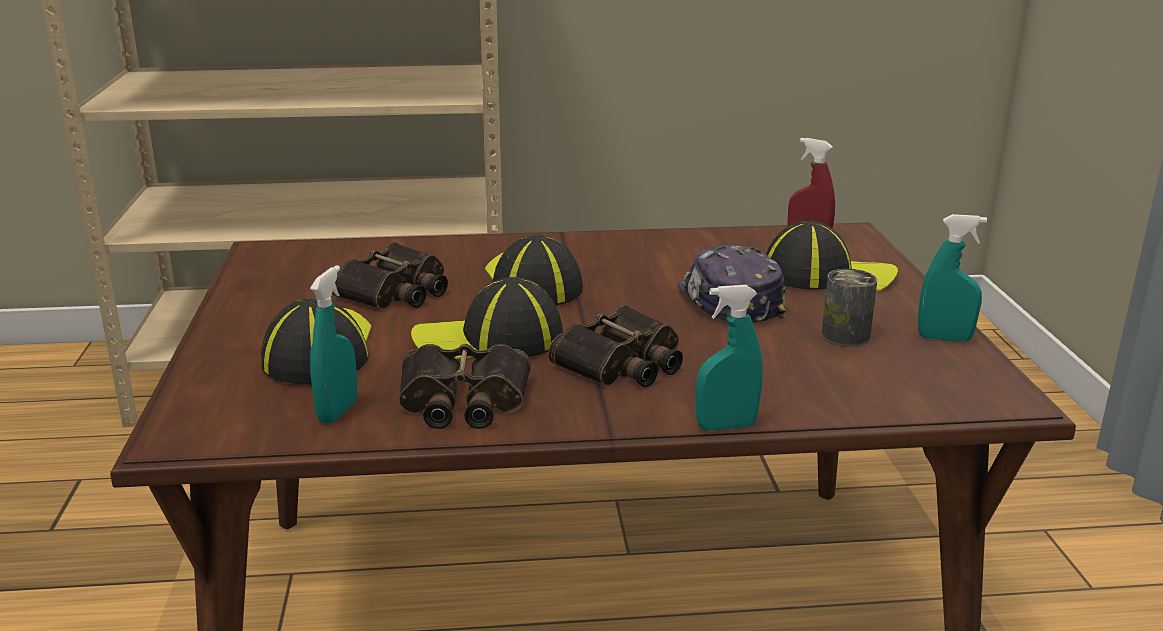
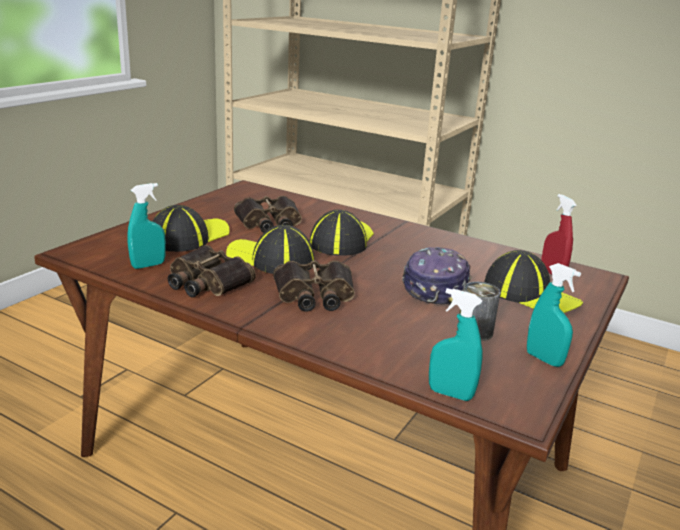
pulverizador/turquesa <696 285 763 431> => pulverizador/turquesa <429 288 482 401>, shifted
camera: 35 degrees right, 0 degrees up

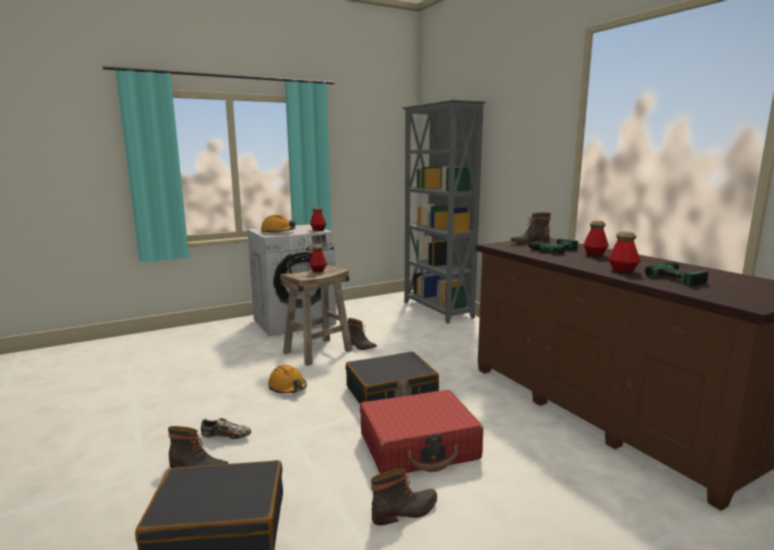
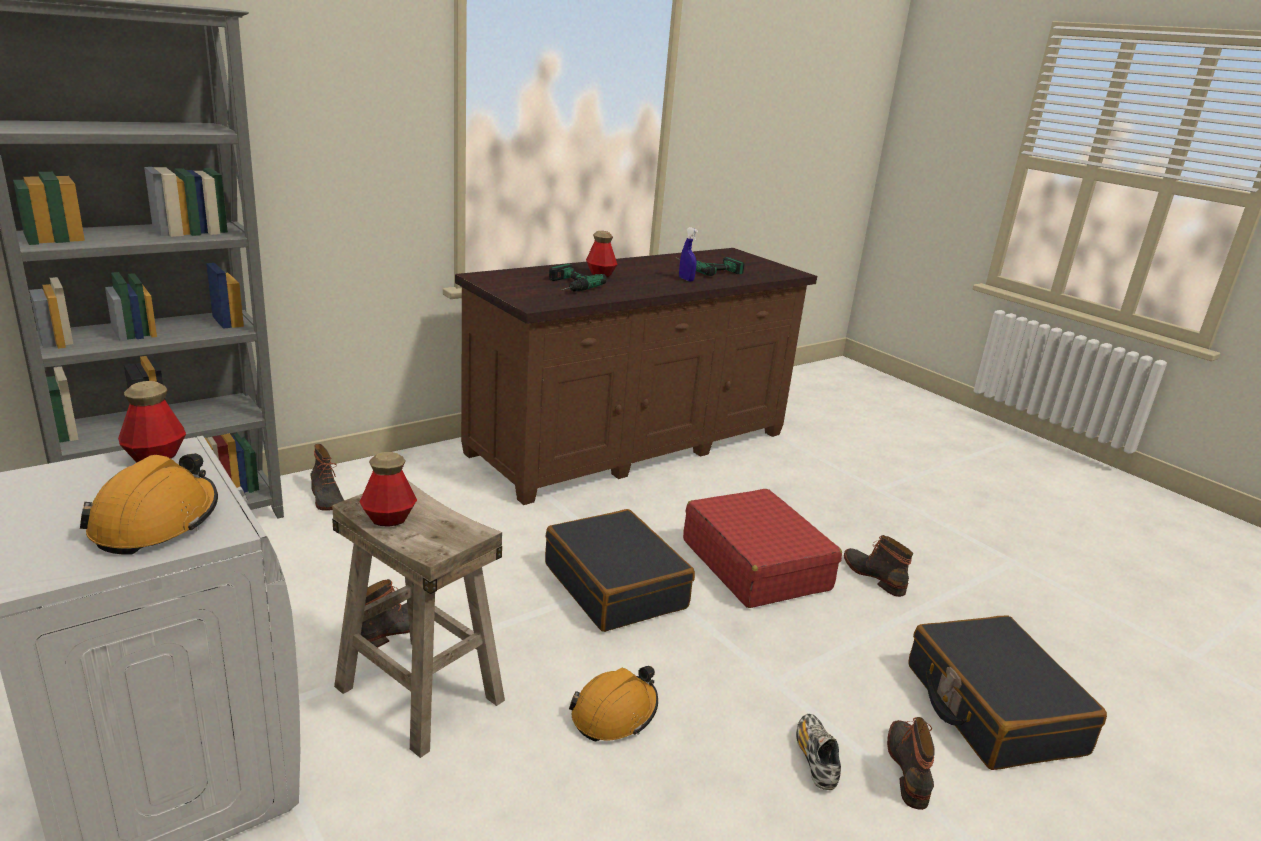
bota <511 213 551 244> => bota <310 444 344 510>, shifted
botella <608 231 640 273> => pulverizador/azul <679 227 698 281>
camera: 100 degrees left, 10 degrees up

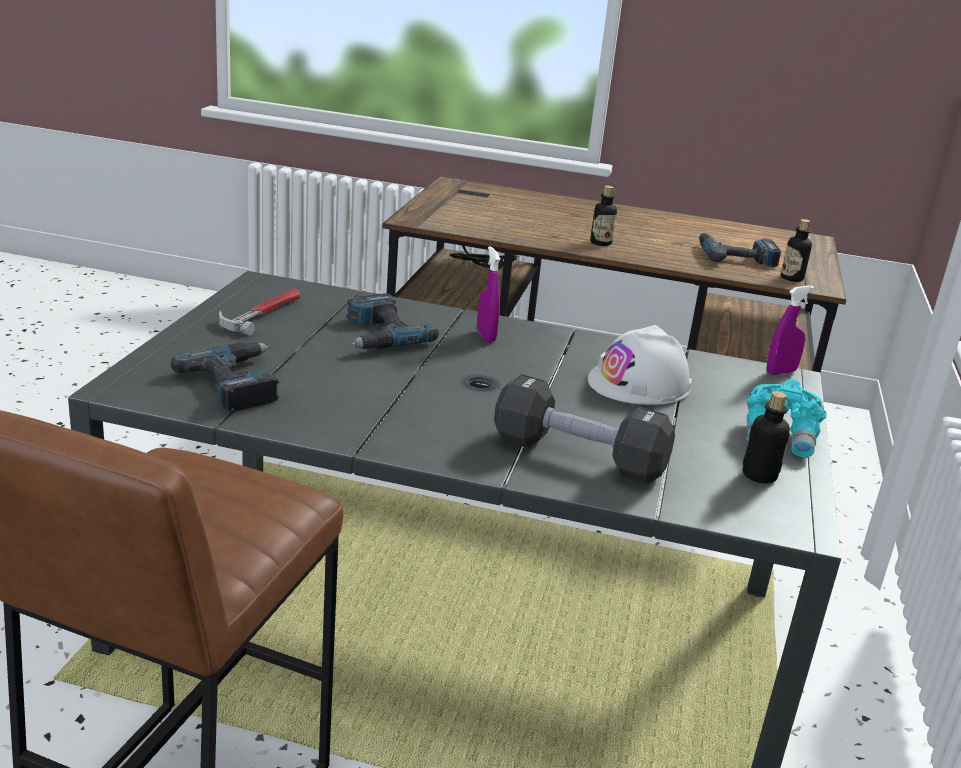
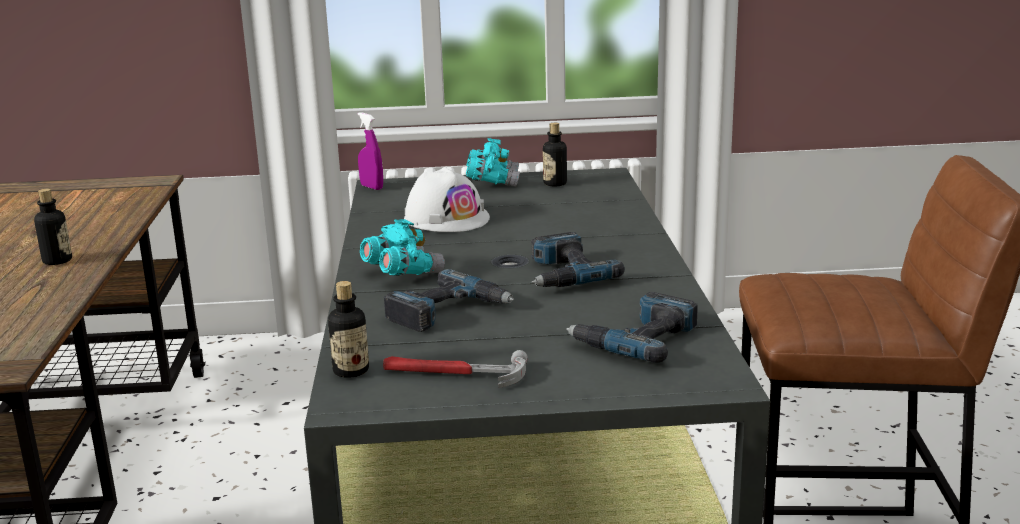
botella <781 219 812 282> => botella <328 281 369 378>, shifted
taladro <699 233 781 267> => taladro <531 232 625 287>, shifted
pulverizador/morado <477 246 501 342> => prismáticos/turquesa <360 219 445 276>
mancuerna/negro <494 374 675 484> => nothing
camera: 105 degrees left, 5 degrees down

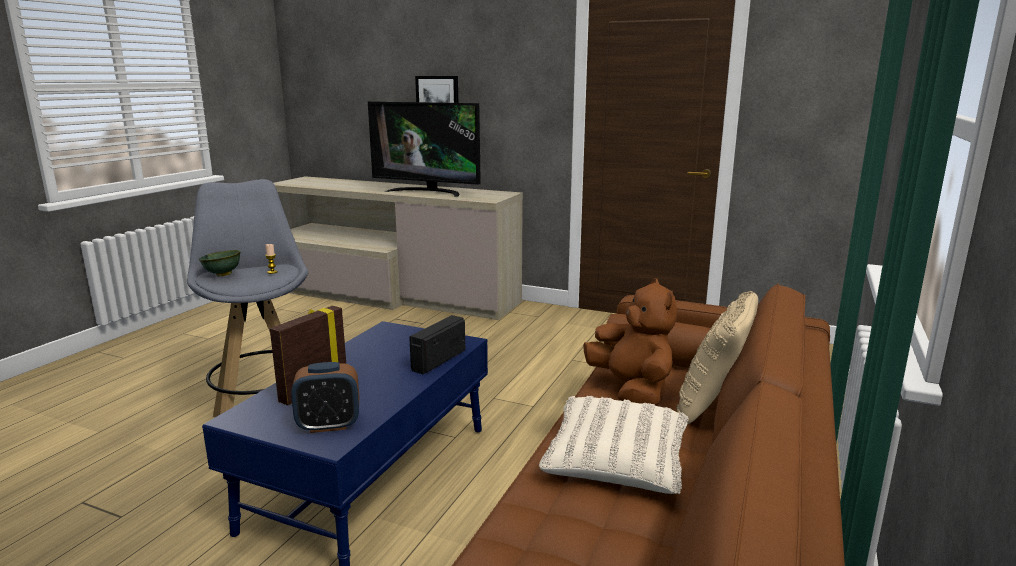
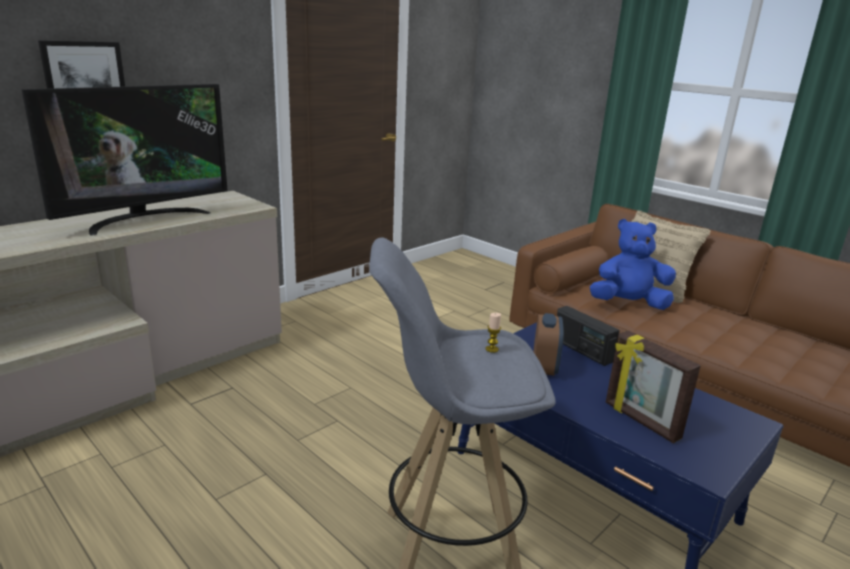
cuenco/verde <199 250 241 276> => nothing
peluche/marrón <583 278 677 406> => peluche/azul <590 219 676 310>
despertador <291 362 359 433> => despertador <534 313 564 376>, shifted
cojín/beis <539 396 689 494> => nothing
camera: 70 degrees left, 5 degrees up

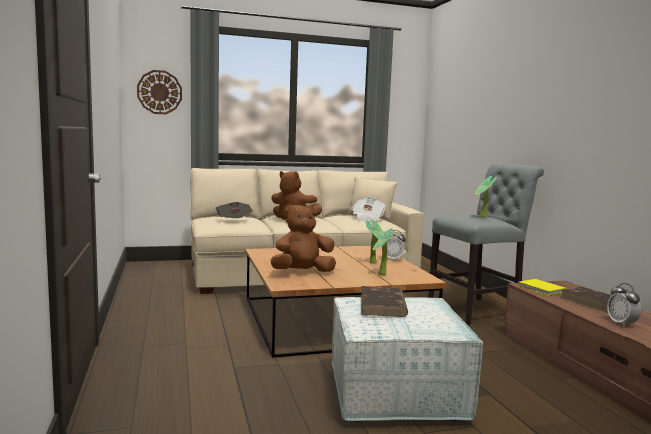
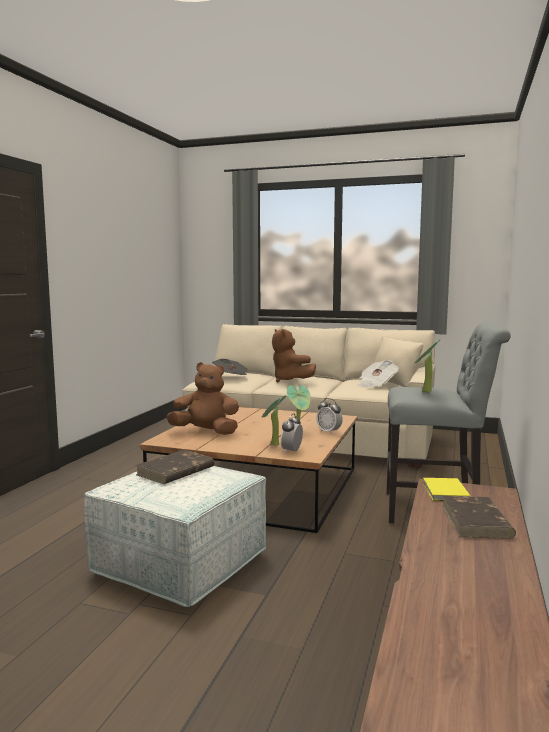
reloj de pared <137 70 182 114> => nothing
despertador <607 283 642 327> => despertador <281 413 303 453>, shifted
camera: 35 degrees right, 0 degrees up

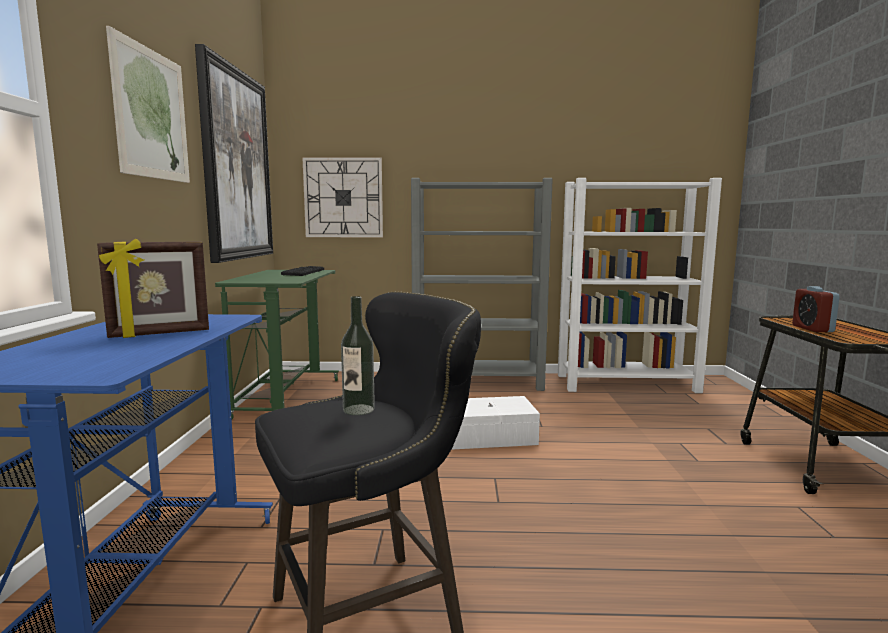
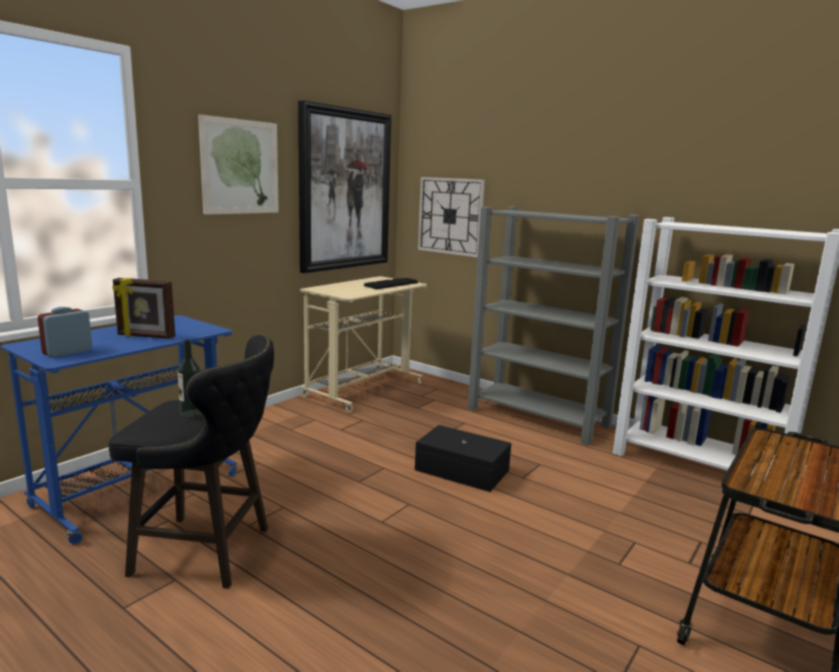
escritorio/verde <215 270 339 419> => escritorio/beis <300 276 427 413>
despertador <792 286 840 332> => despertador <38 307 92 357>, shifted
caja de almacenaje/blanco <452 396 540 450> => caja de almacenaje/negro <415 425 511 492>
camera: 35 degrees right, 5 degrees up

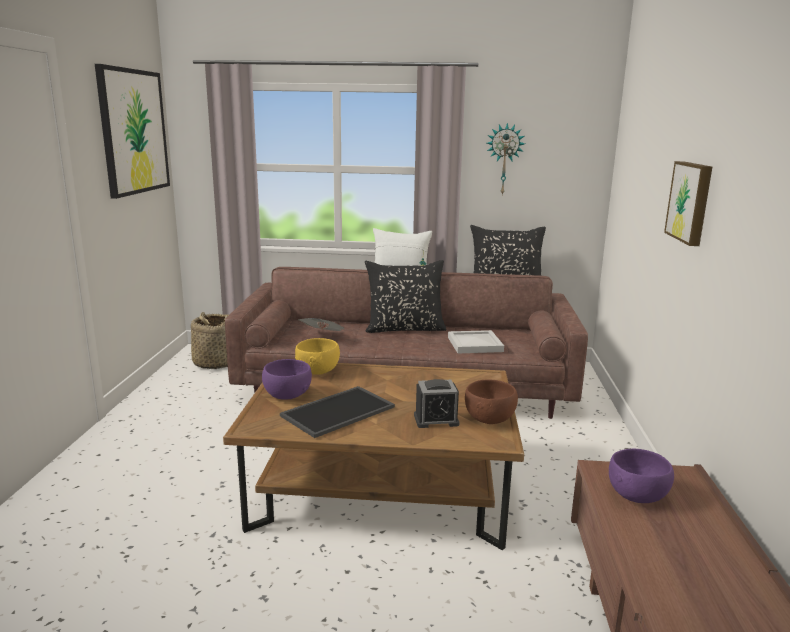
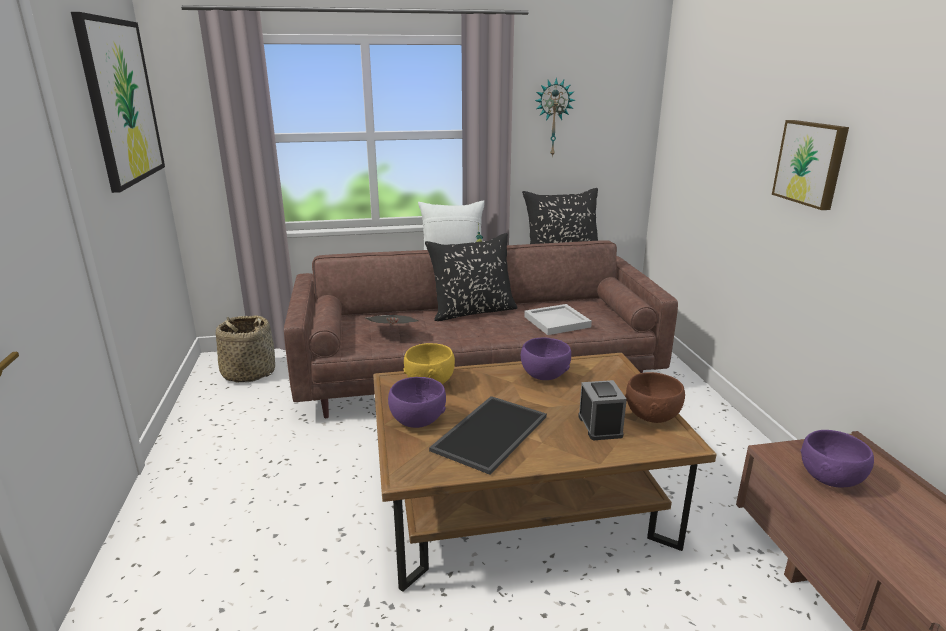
despertador <414 379 459 428> => despertador <578 380 627 440>, 75 degrees counterclockwise
nothing => cuenco/morado <521 338 571 380>
camera: 15 degrees left, 5 degrees up

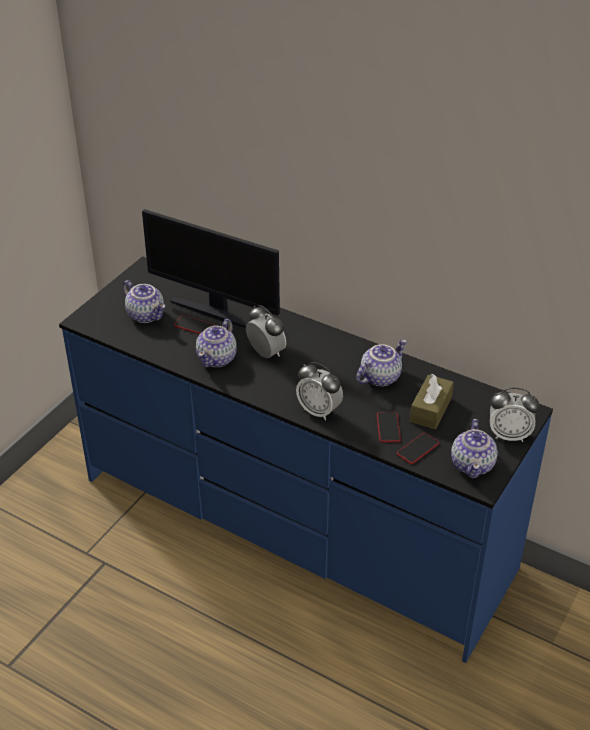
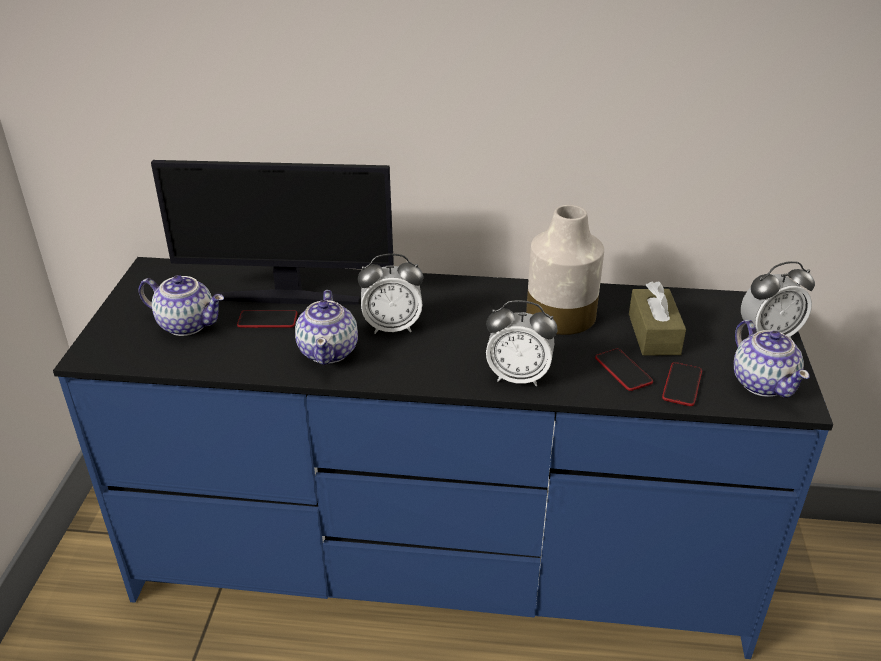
despertador <246 305 286 358> => despertador <358 253 424 334>, 150 degrees clockwise
tetera <356 340 407 386> => florero/beis <526 205 604 335>
camera: 25 degrees left, 5 degrees down

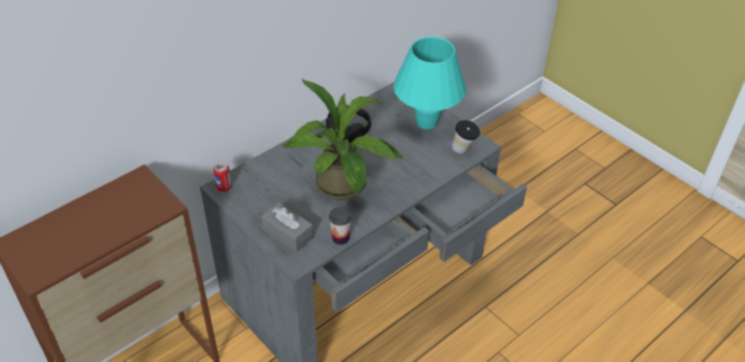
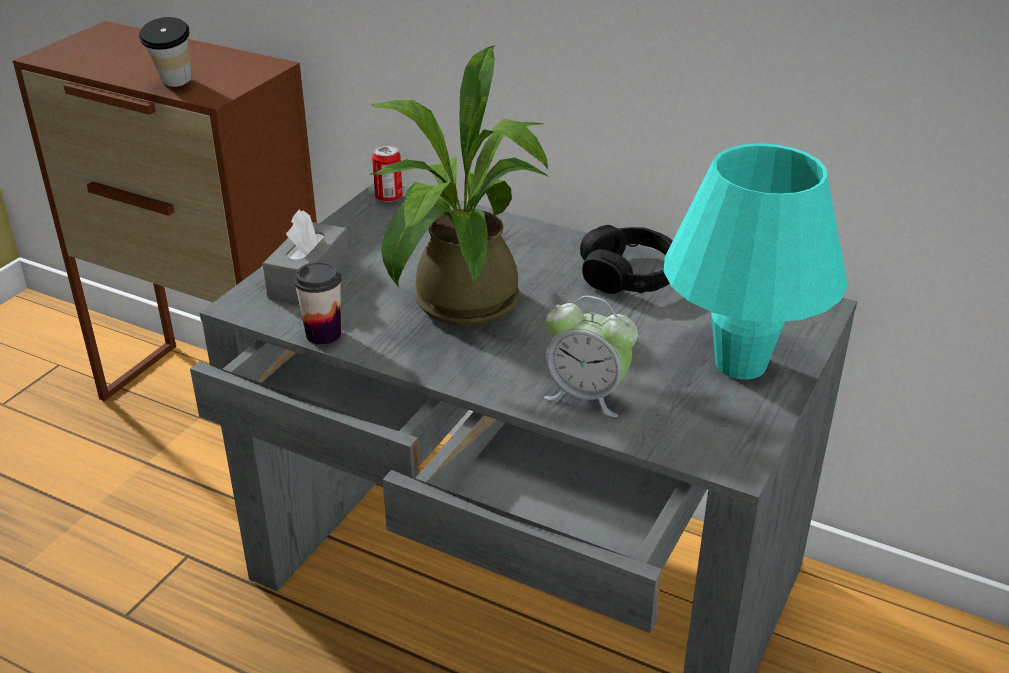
taza <452 120 480 154> => taza <139 17 192 87>, shifted
nothing => despertador <544 296 638 417>
camera: 70 degrees right, 10 degrees down

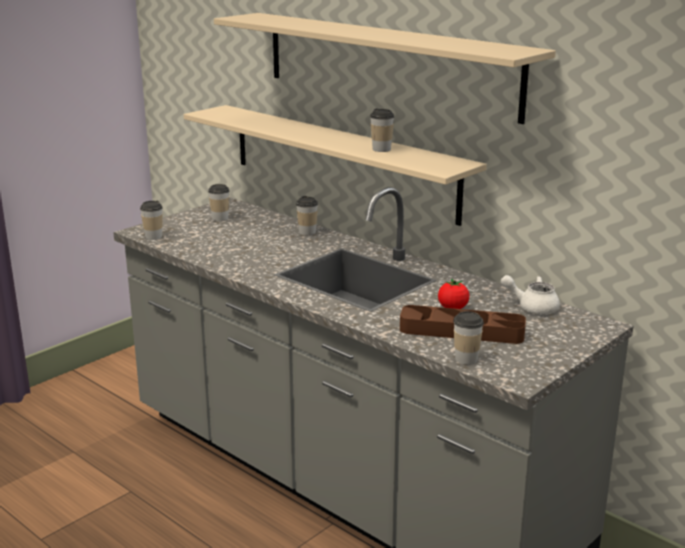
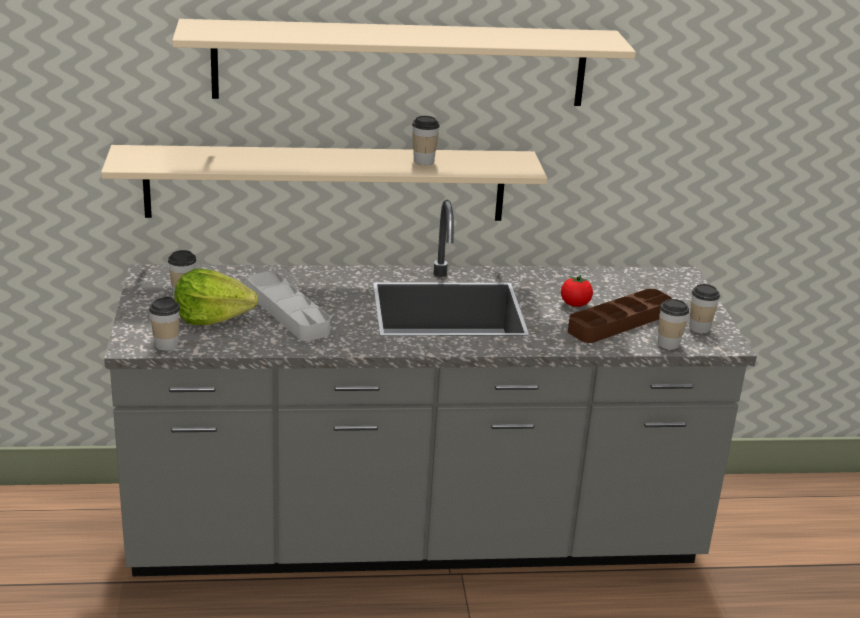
taza <296 196 318 235> => taza <689 284 720 334>, shifted
tetera/blanco <501 275 560 314> => nothing
nothing => lechuga <174 269 258 325>
nothing => bandeja/gris <247 271 330 341>
camera: 50 degrees left, 5 degrees up

